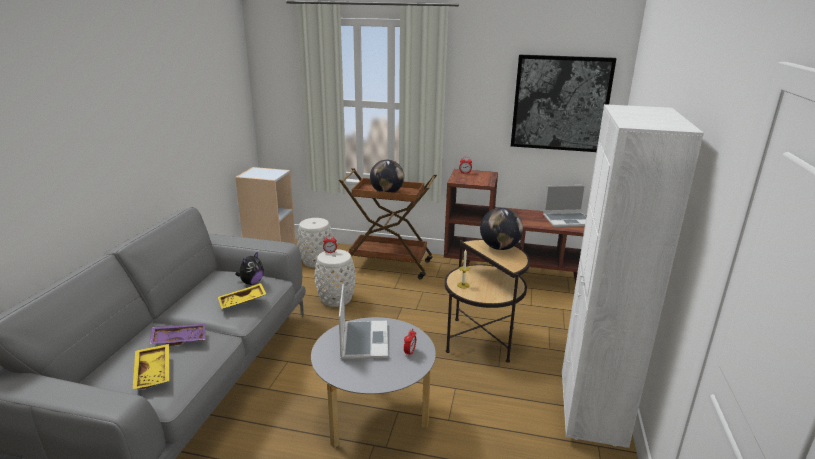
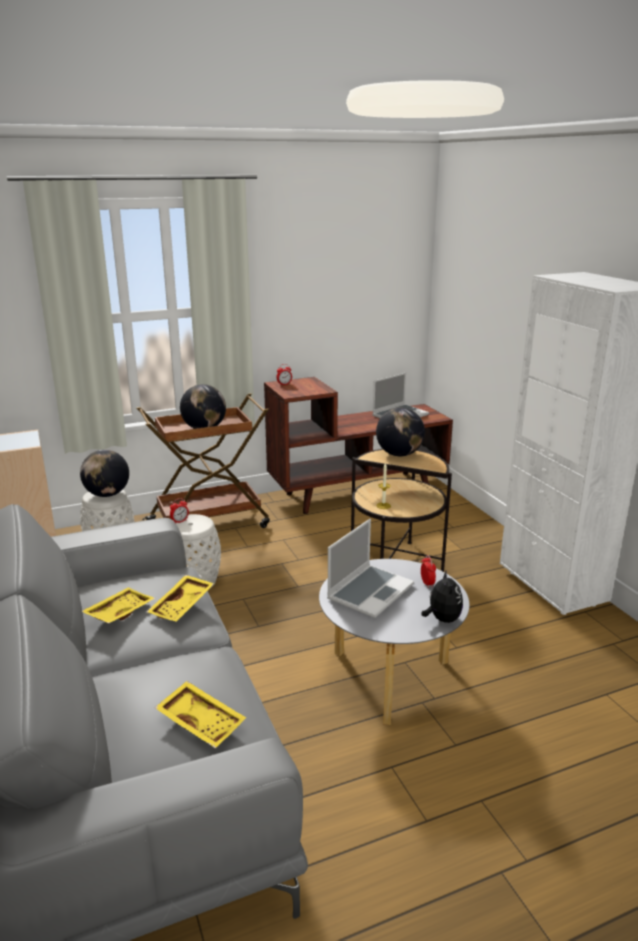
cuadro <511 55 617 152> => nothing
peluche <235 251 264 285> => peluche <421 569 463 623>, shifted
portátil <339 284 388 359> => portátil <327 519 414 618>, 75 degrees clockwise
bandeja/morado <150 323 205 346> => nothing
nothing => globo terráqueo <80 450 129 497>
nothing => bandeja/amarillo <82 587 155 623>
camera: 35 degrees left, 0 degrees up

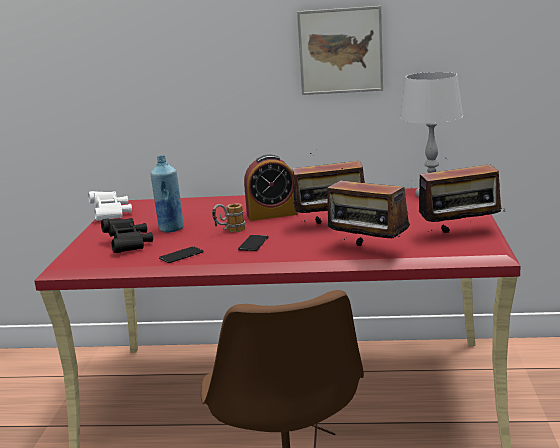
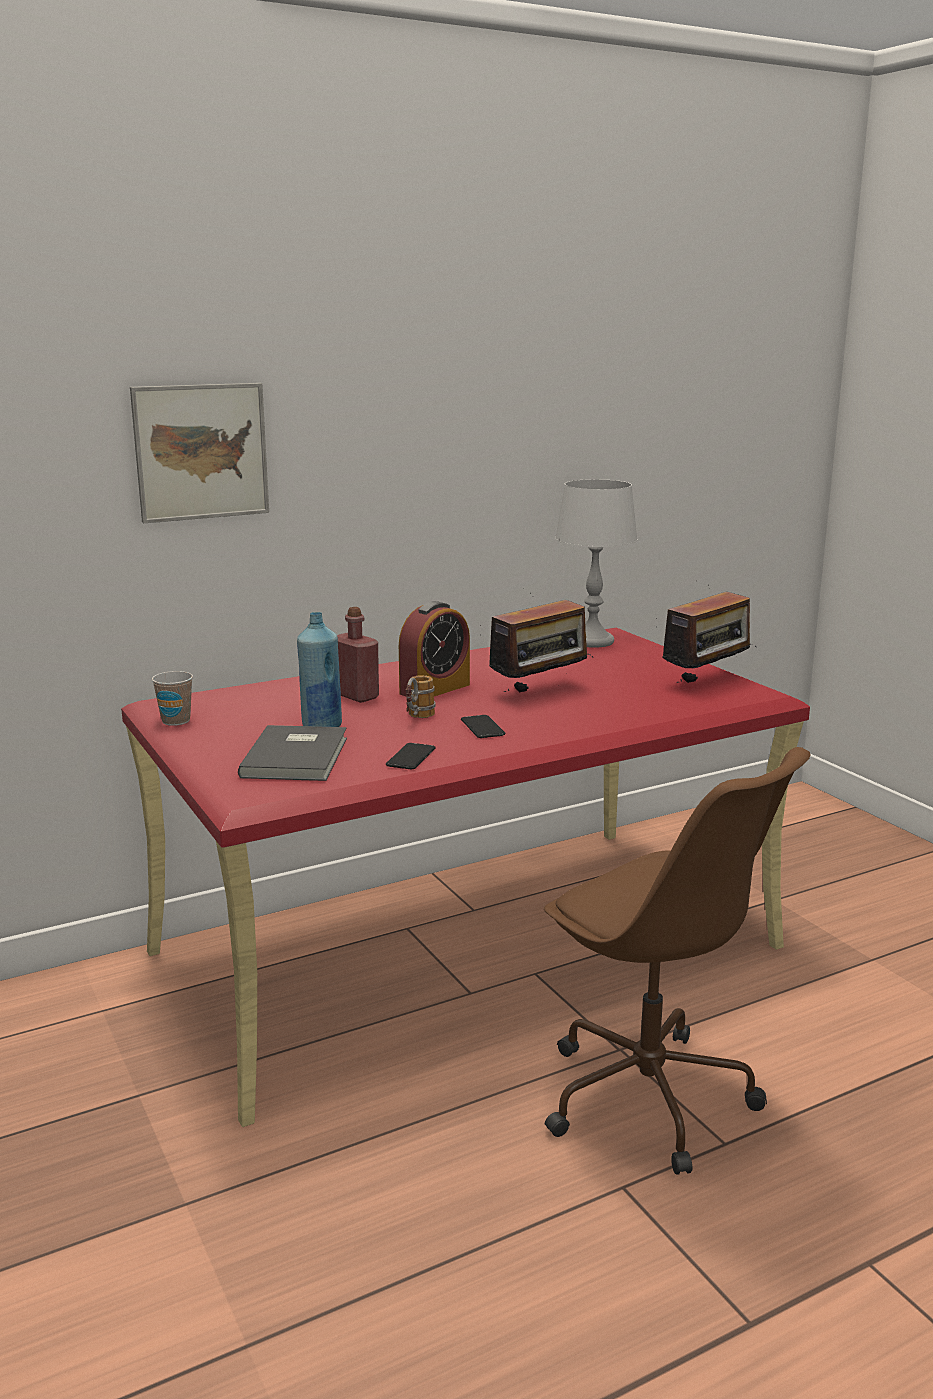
cuadro <297 6 383 95> => cuadro <130 383 269 523>, shifted
radio <327 168 410 246> => nothing
prismáticos/blanco <88 191 132 221> => taza <152 671 193 726>
prismáticos/negro <101 218 153 253> => libro/gris <238 725 347 781>
nothing => botella/rojo <337 607 379 703>
camera: 35 degrees left, 0 degrees up

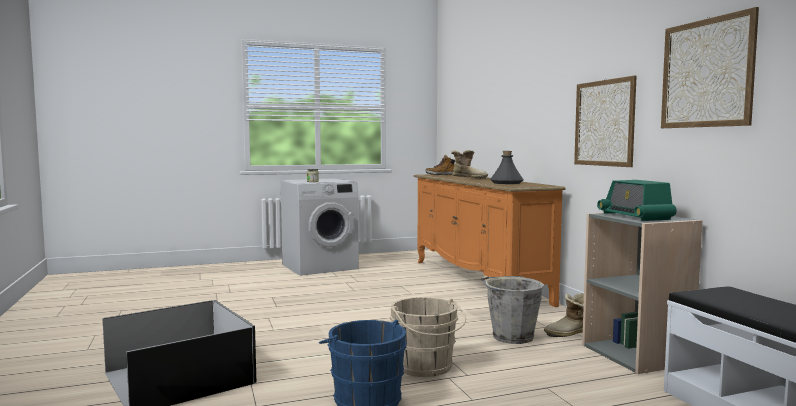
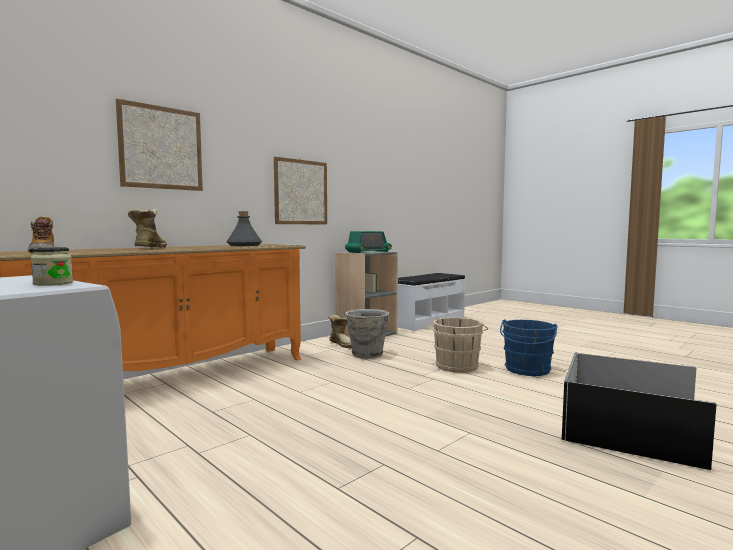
cuadro <661 7 759 128> => cuadro <116 98 203 191>, shifted
camera: 115 degrees left, 0 degrees up

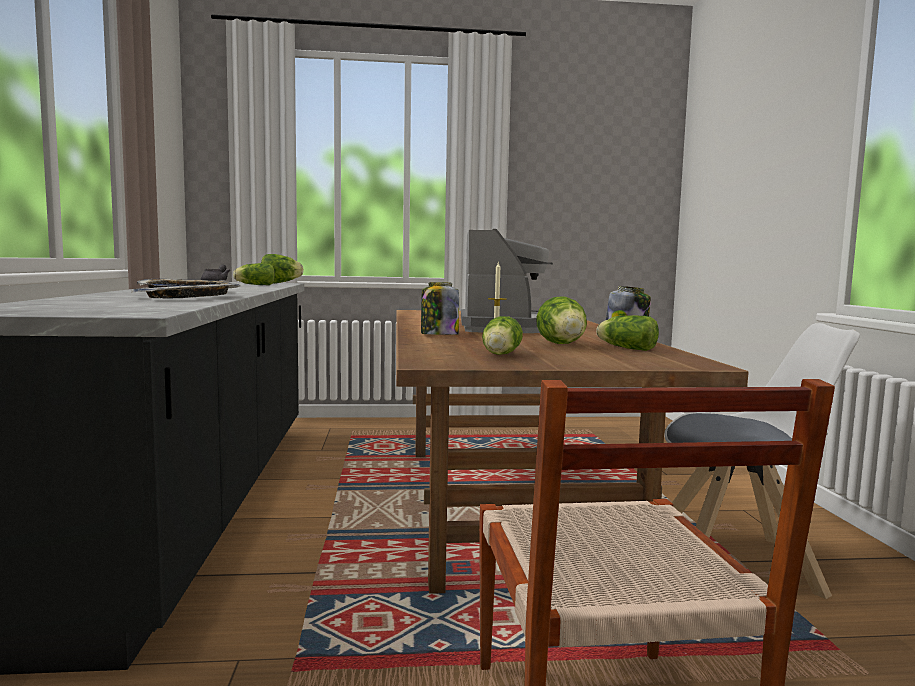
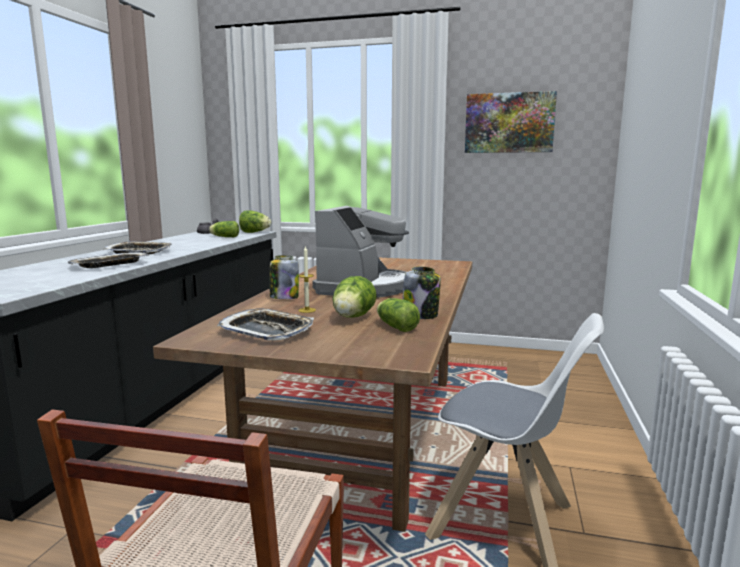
lechuga <482 316 523 355> => bandeja <217 308 314 341>
nothing => cuadro <465 91 557 153>
camera: 20 degrees right, 5 degrees up

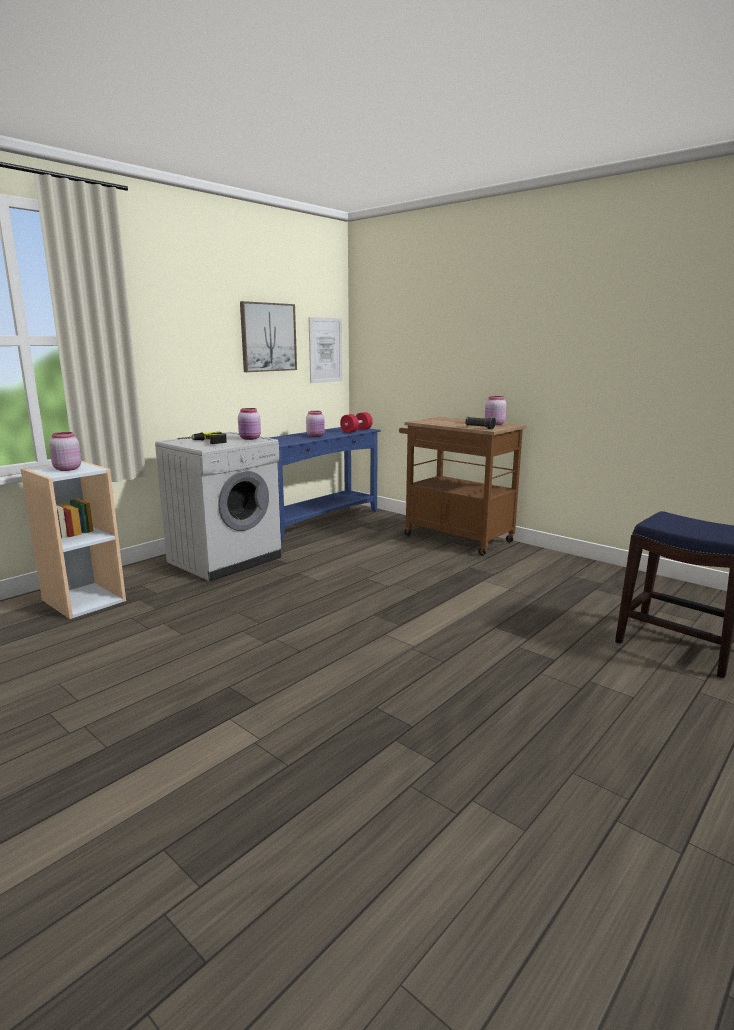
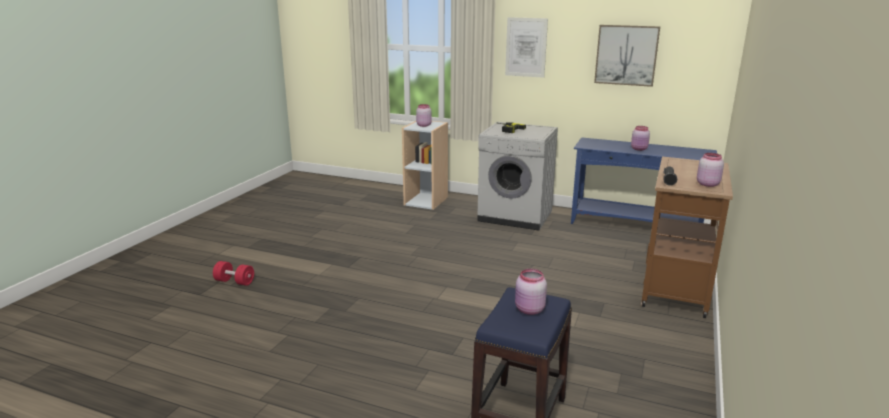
cuadro <309 317 342 383> => cuadro <505 17 548 78>, shifted
tarro/rosa <238 408 261 440> => tarro/rosa <515 269 547 315>, shifted
mancuerna/rojo <340 412 373 433> => mancuerna/rojo <213 261 254 286>, shifted
camera: 70 degrees right, 5 degrees up

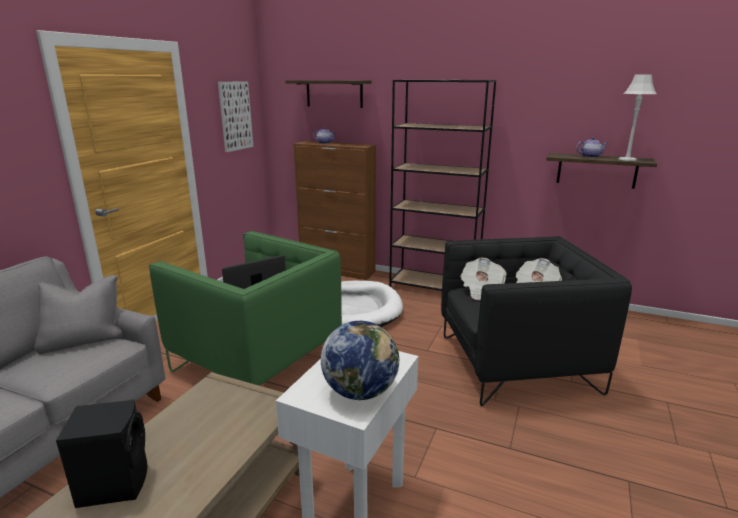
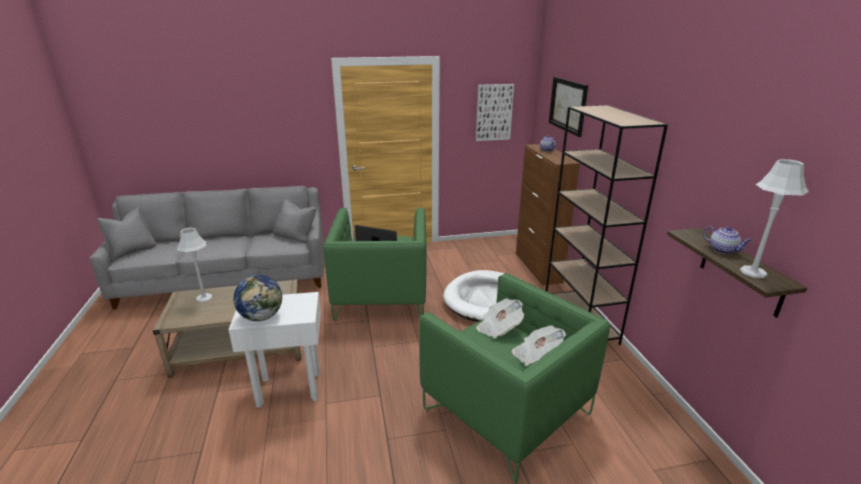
estante <285 80 372 108> => cuadro <549 77 588 137>
sillón/negro <441 236 632 407> => sillón/verde <419 273 610 484>
altavoz/negro <56 400 147 508> => lámpara de mesa/gris <177 228 212 302>
camera: 55 degrees right, 5 degrees up

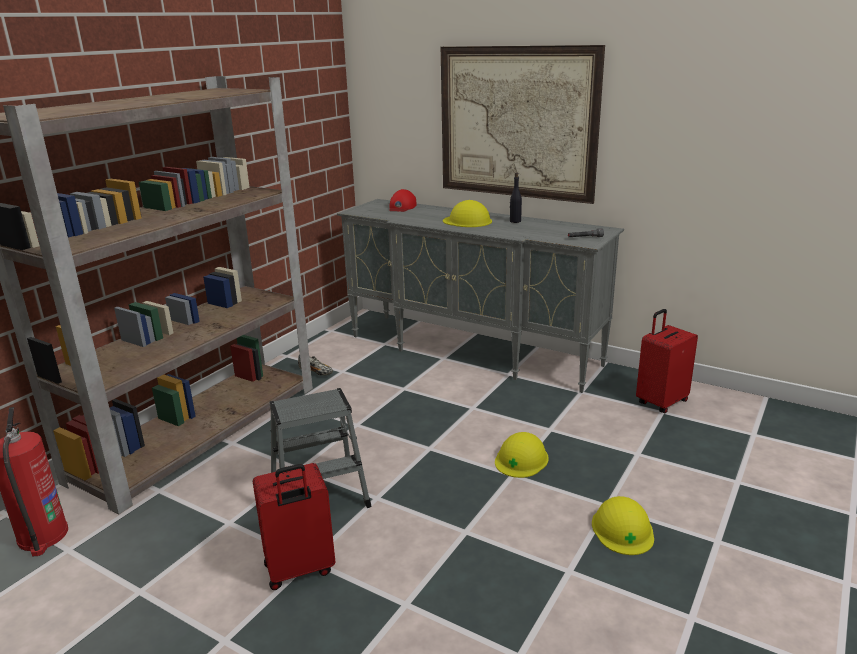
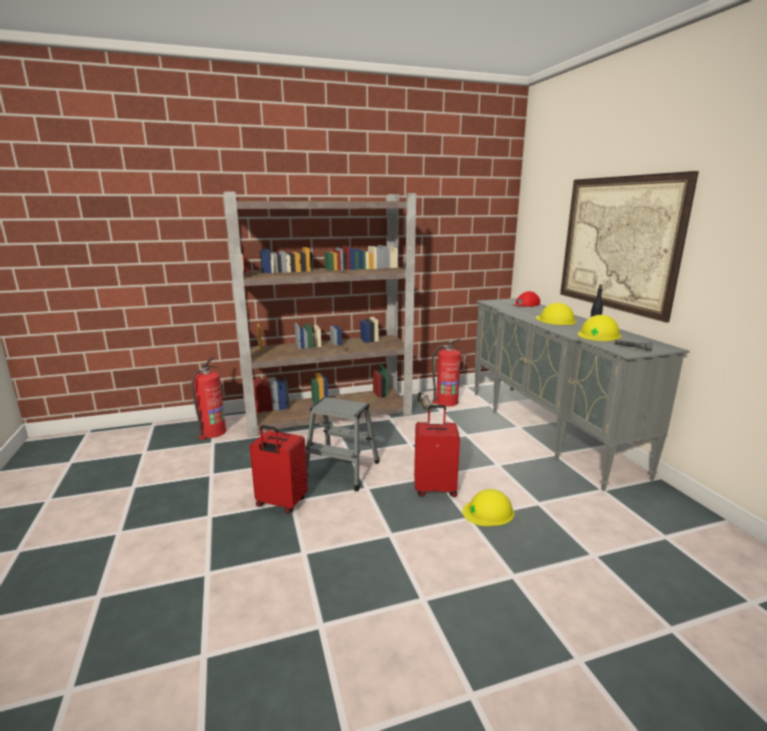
maleta/rojo <636 309 698 413> => maleta/rojo <414 405 460 497>, shifted
casco/amarillo <592 496 654 555> => casco/amarillo <578 315 621 341>, shifted
nothing => extintor <432 338 463 406>
camera: 40 degrees right, 5 degrees down

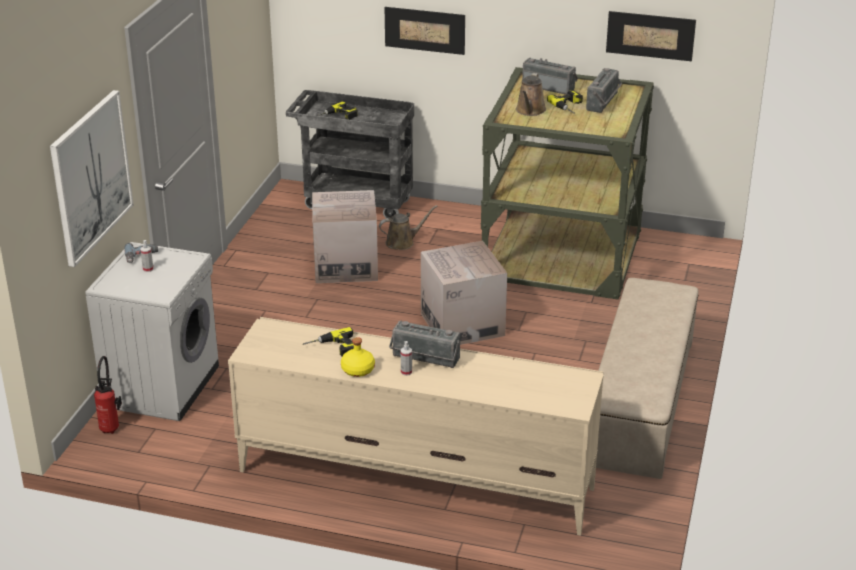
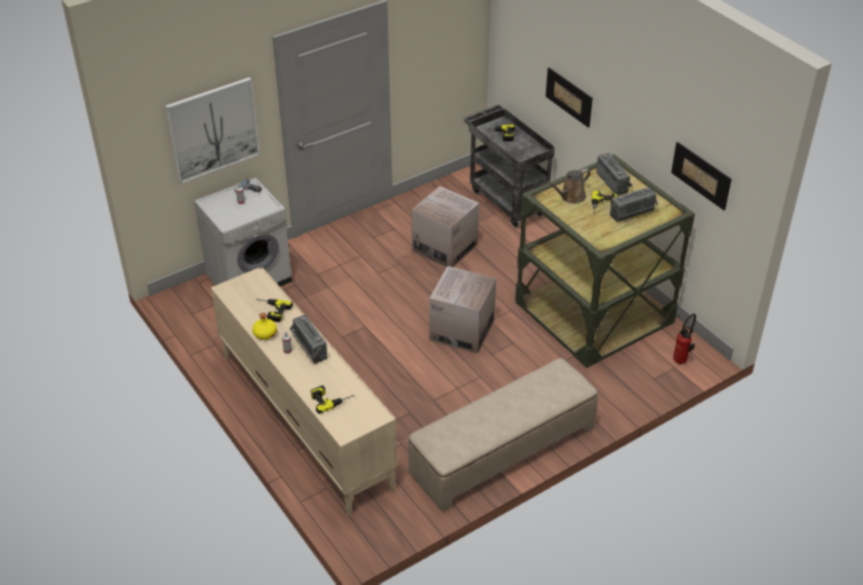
regadera/marrón <379 205 438 250> => nothing
extintor <94 356 122 434> => extintor <673 314 696 365>, shifted
nothing => taladro <311 385 354 414>
camera: 40 degrees right, 10 degrees up

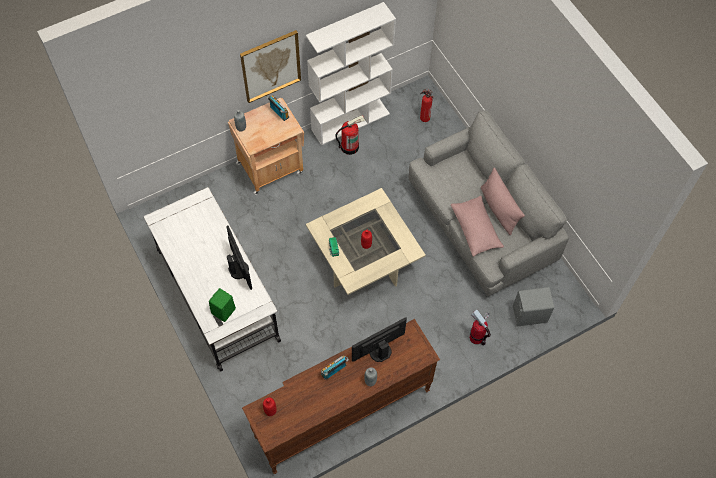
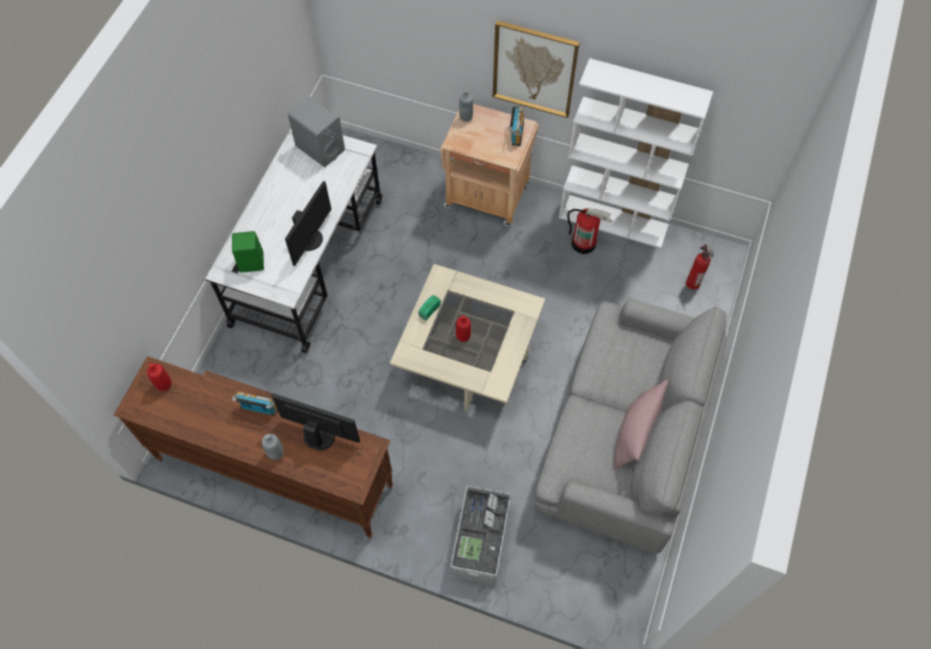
cojín/rosa <451 196 504 257> => nothing
altavoz/gris <513 287 554 326> => altavoz/gris <288 96 345 167>, shifted
extintor <469 310 491 346> => caja de almacenaje/gris <450 486 511 585>
camera: 50 degrees right, 0 degrees up

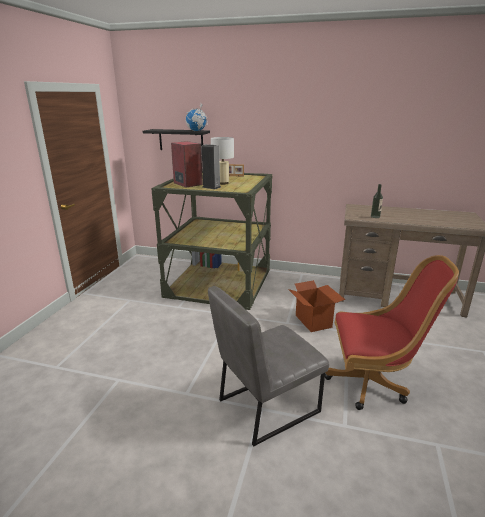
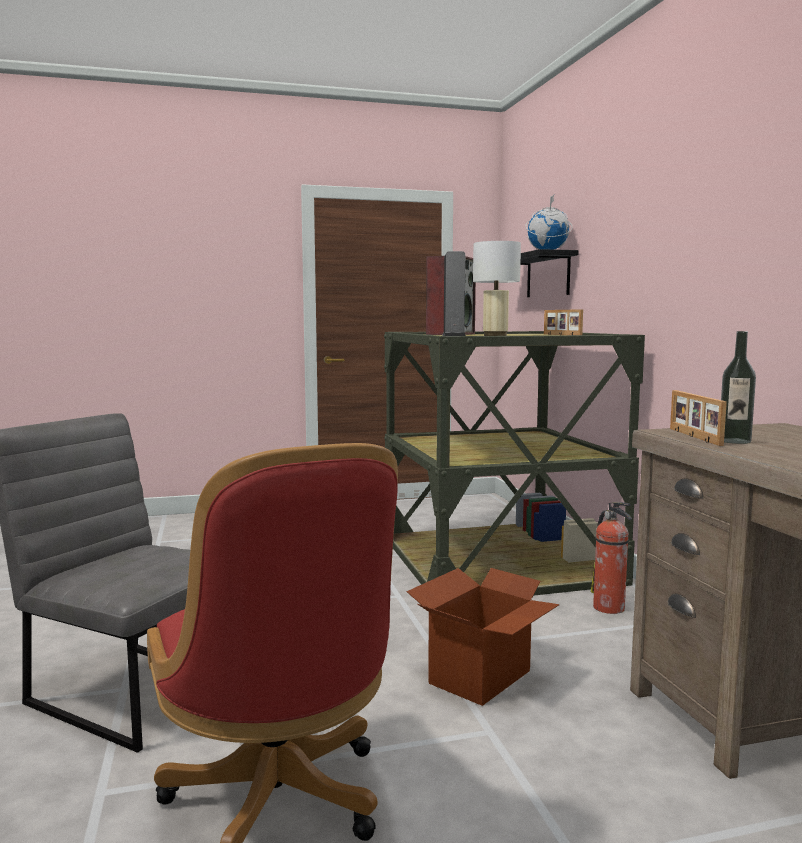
nothing => portarretratos <670 390 727 446>
nothing => extintor <591 502 632 614>
camera: 60 degrees right, 15 degrees down

